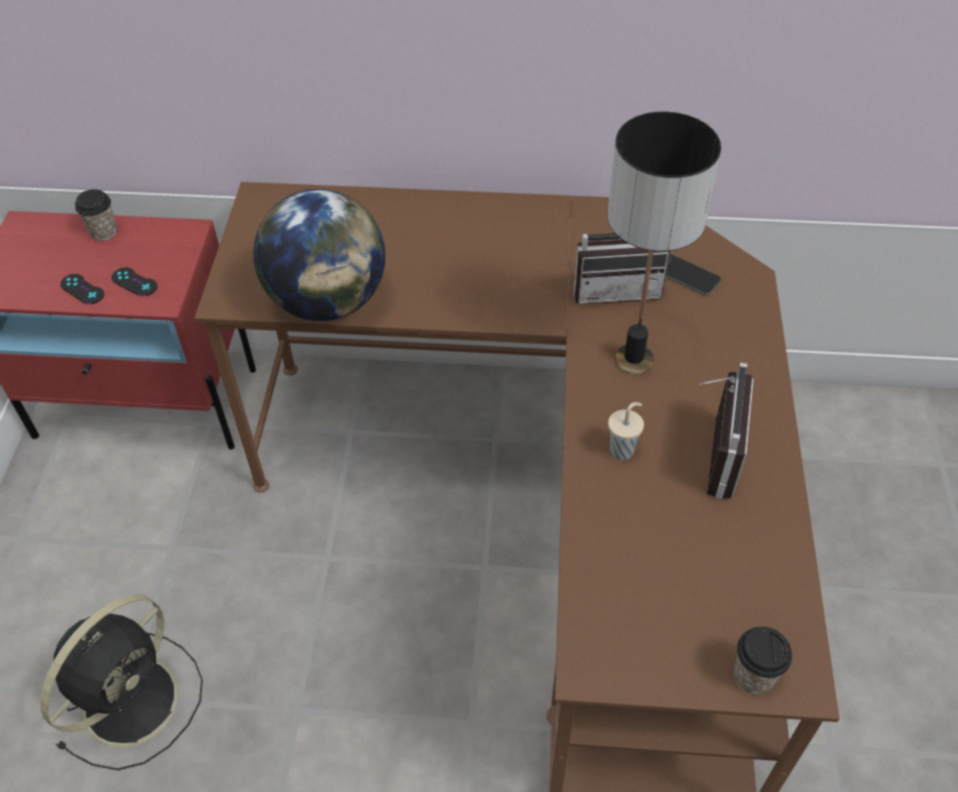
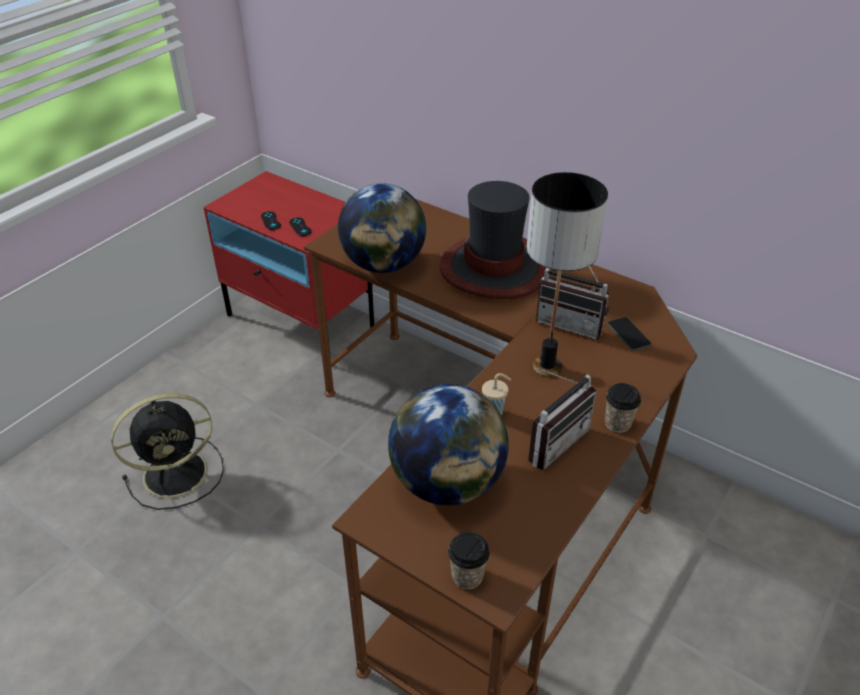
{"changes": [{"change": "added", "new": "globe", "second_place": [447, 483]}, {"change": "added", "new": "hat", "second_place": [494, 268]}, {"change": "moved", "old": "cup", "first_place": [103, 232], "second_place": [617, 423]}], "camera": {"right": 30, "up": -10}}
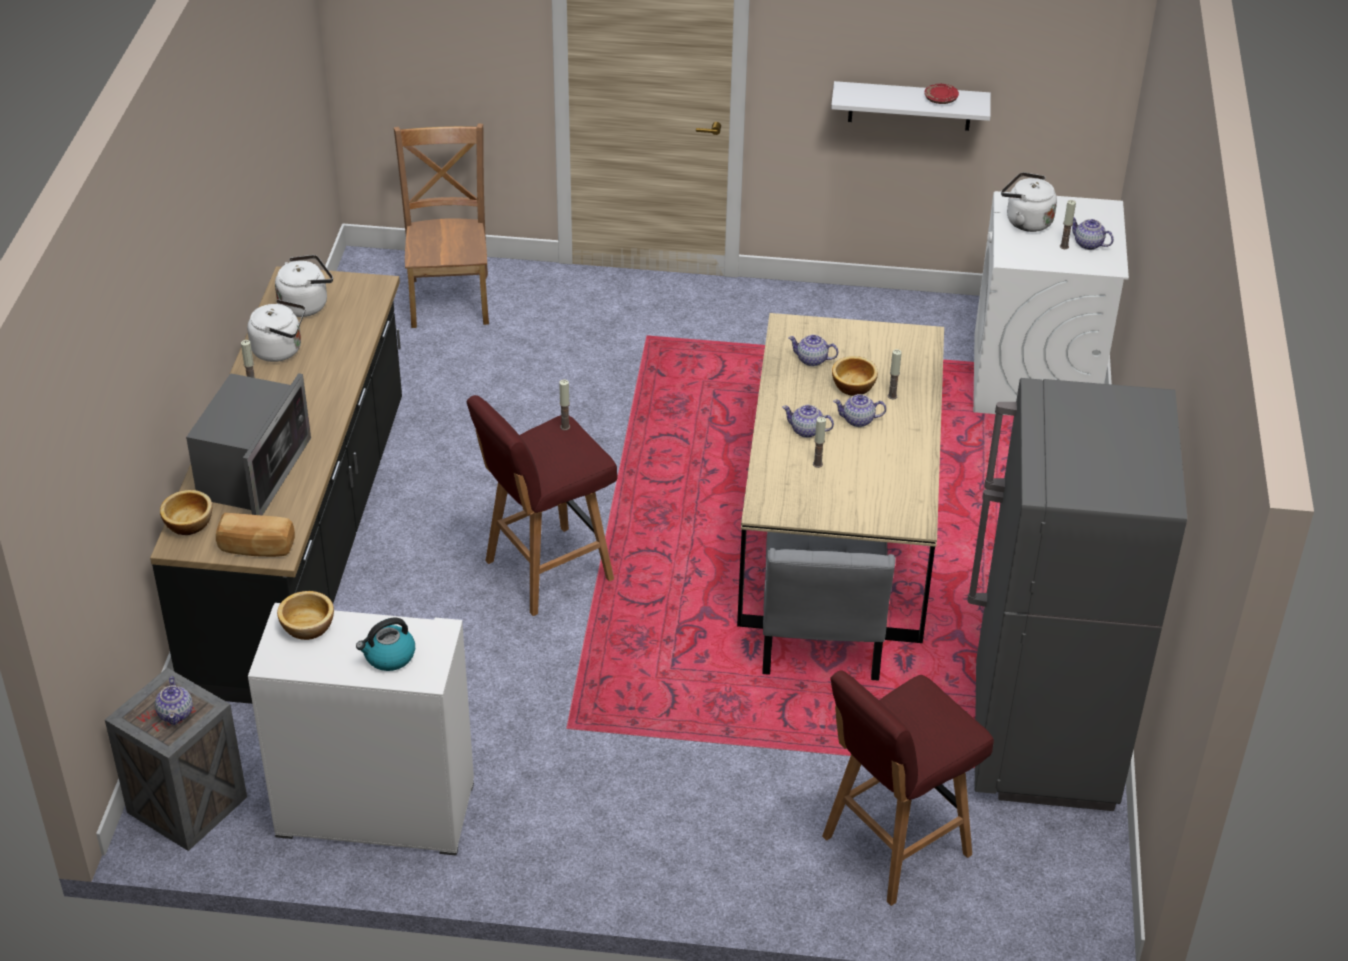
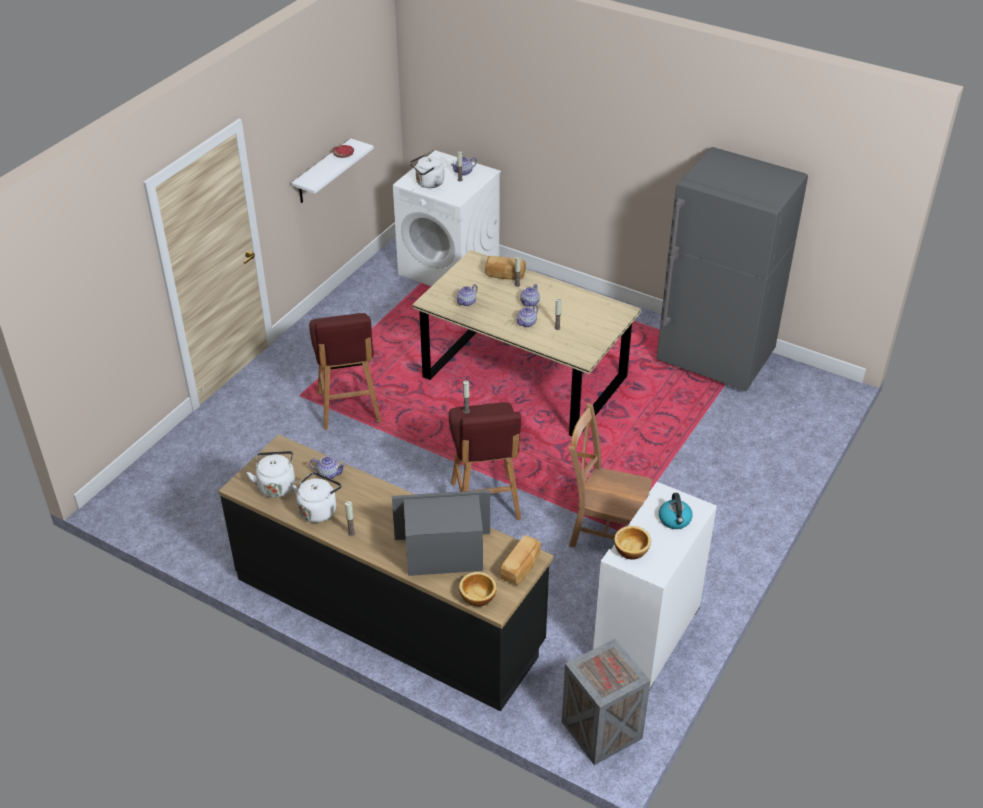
{"changes": [{"change": "removed", "old": "chair (grey)", "first_place": [820, 642]}, {"change": "removed", "old": "bowl", "first_place": [853, 385]}, {"change": "added", "new": "bread", "second_place": [505, 275]}, {"change": "moved", "old": "teapot", "first_place": [176, 713], "second_place": [328, 473]}, {"change": "moved", "old": "chair (brown)", "first_place": [450, 298], "second_place": [604, 531]}, {"change": "moved", "old": "stool (red)", "first_place": [893, 847], "second_place": [349, 408]}, {"change": "turned", "old": "microwave", "first_place": [253, 472], "second_place": [443, 553], "degrees": -45}], "camera": {"right": -65, "up": 0}}
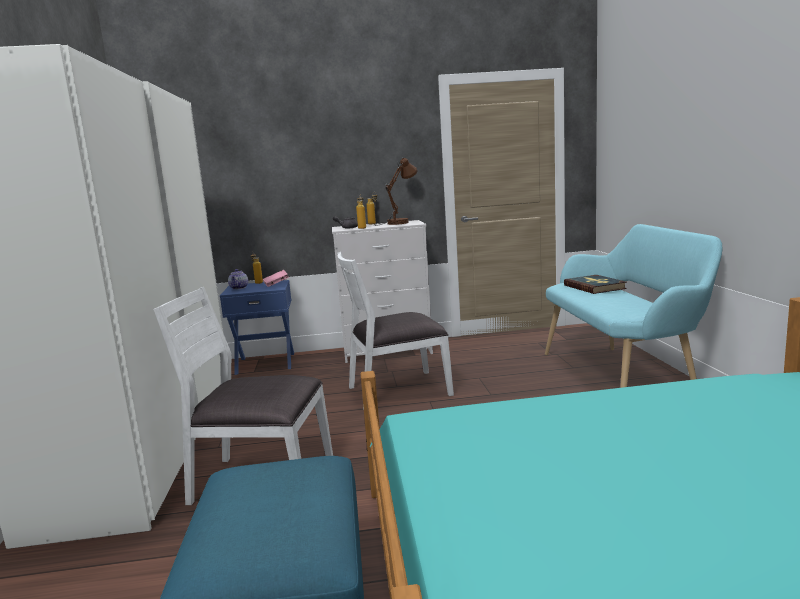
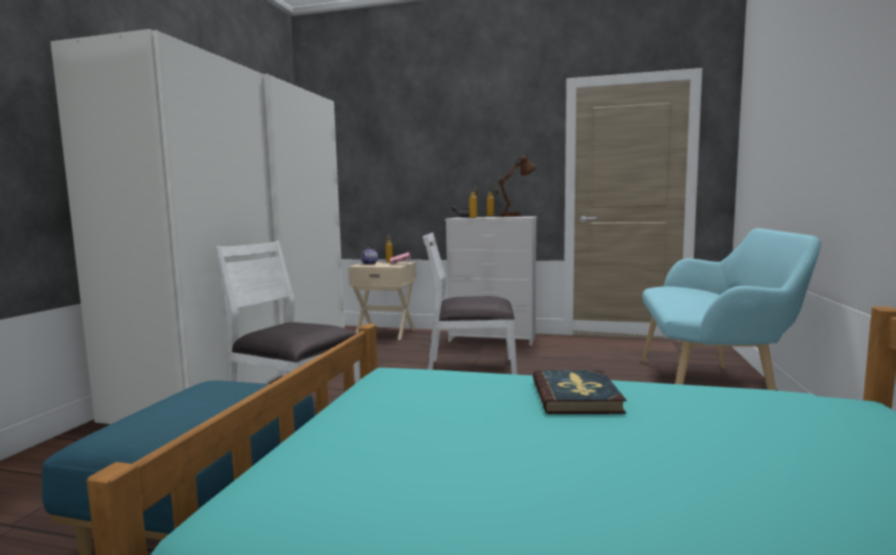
{"changes": [{"change": "moved", "old": "book", "first_place": [595, 287], "second_place": [576, 396]}, {"change": "recoloured", "old": "nightstand (blue)", "new": "nightstand (beige)", "first_place": [265, 363], "second_place": [385, 333]}], "camera": {"right": 20, "up": -5}}
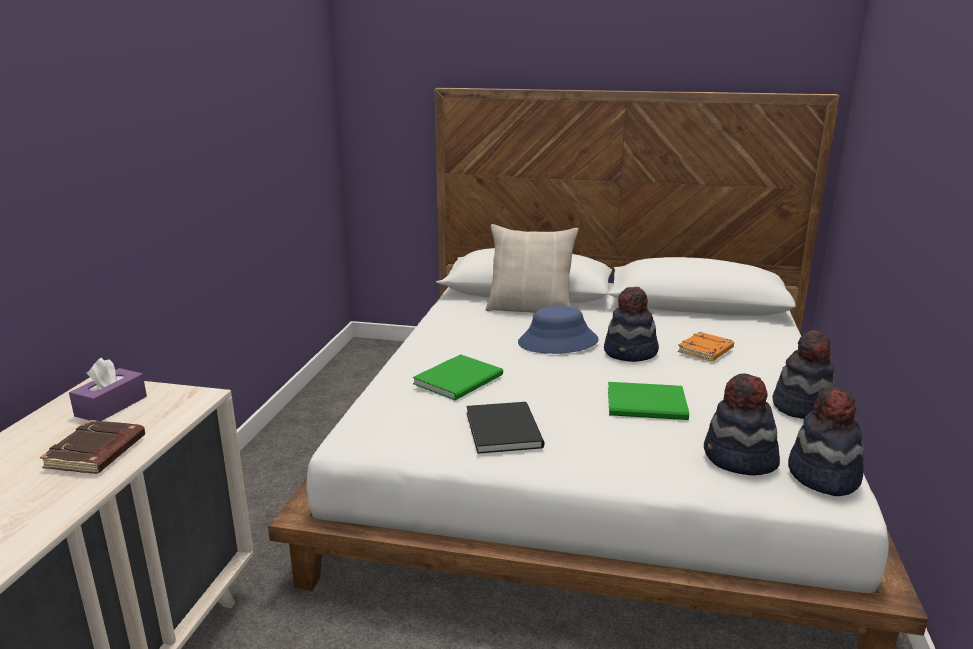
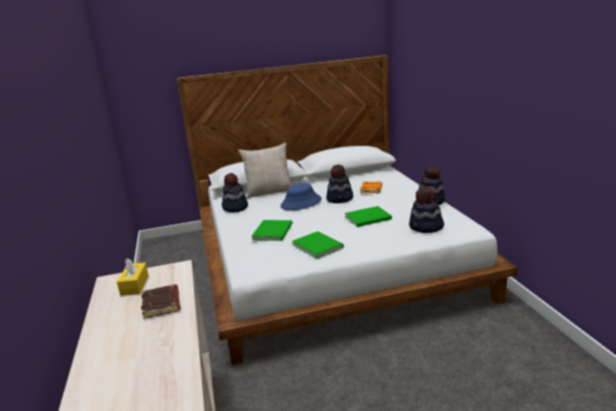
{"changes": [{"change": "moved", "old": "hat", "first_place": [822, 476], "second_place": [235, 207]}, {"change": "recoloured", "old": "tissue box (purple)", "new": "tissue box (yellow)", "first_place": [111, 406], "second_place": [134, 285]}, {"change": "recoloured", "old": "book (black)", "new": "book (green)", "first_place": [505, 428], "second_place": [317, 245]}], "camera": {"right": -25, "up": 0}}
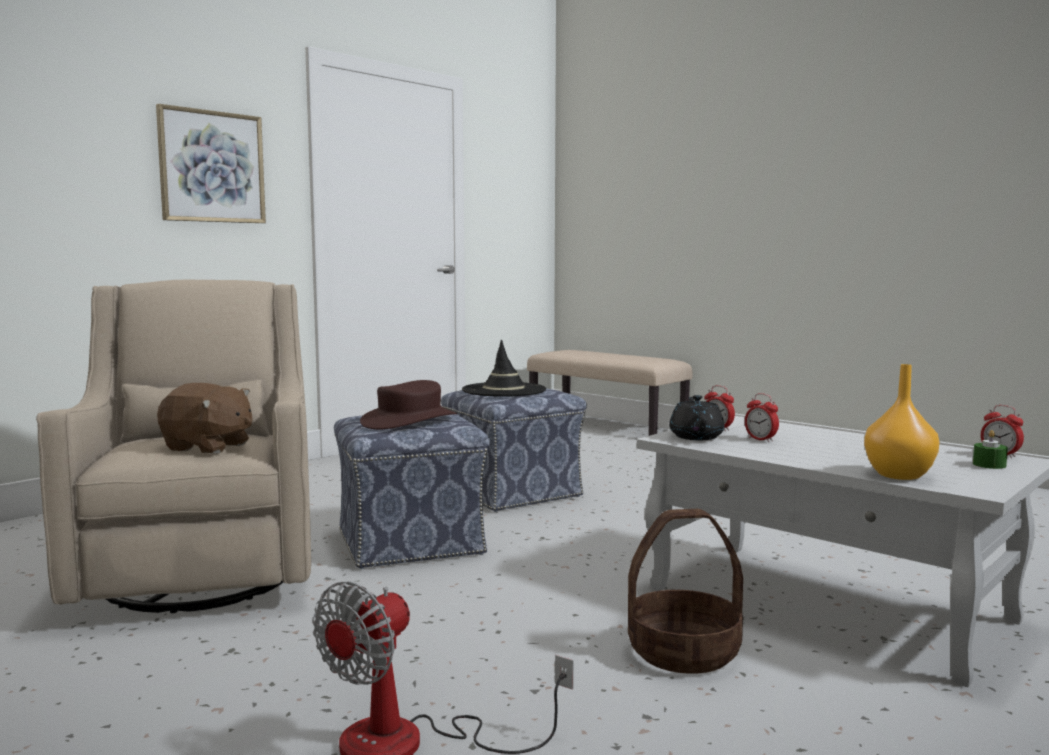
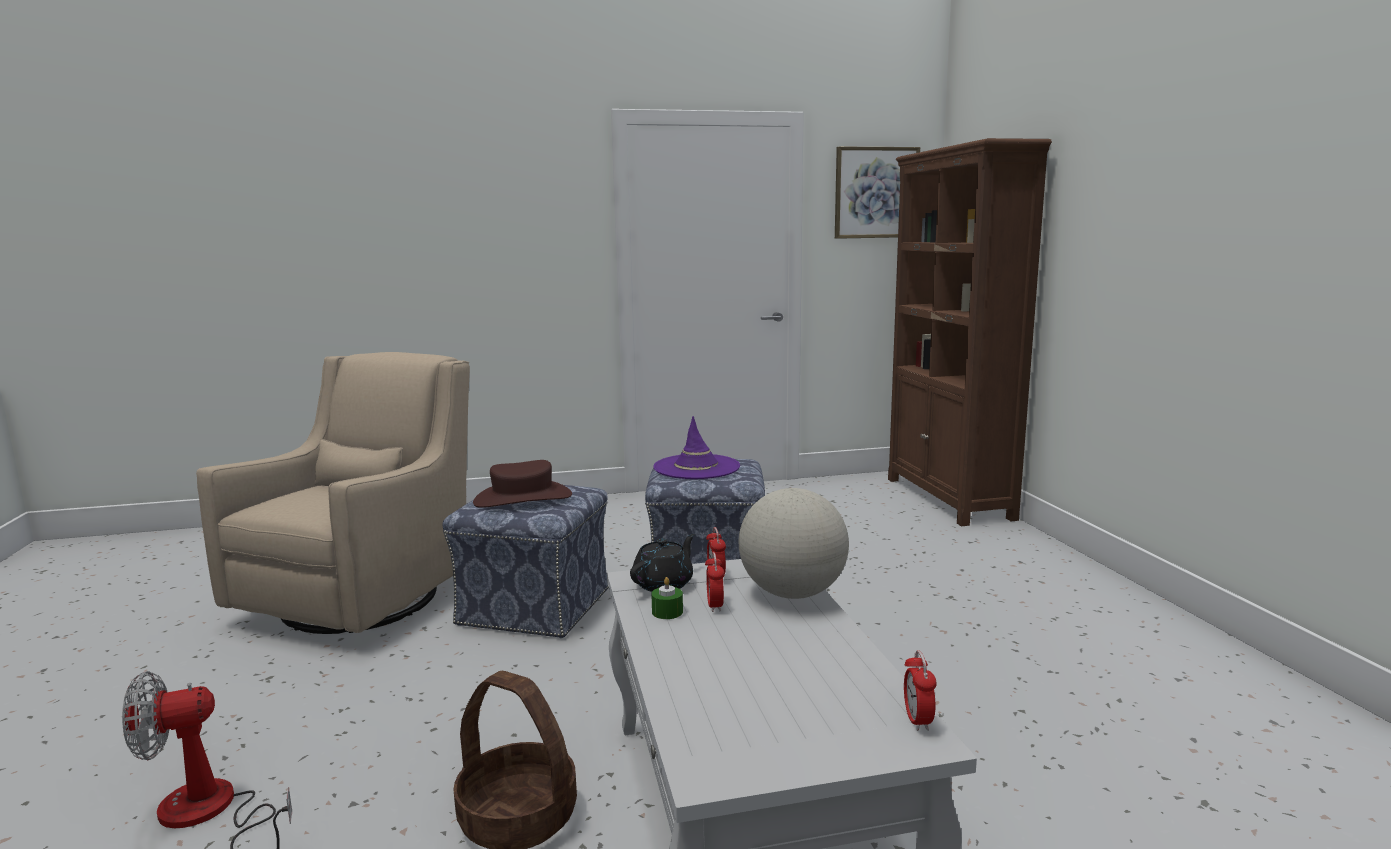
{"changes": [{"change": "removed", "old": "plush toy (brown)", "first_place": [208, 447]}, {"change": "removed", "old": "vase (orange)", "first_place": [897, 475]}, {"change": "added", "new": "globe", "second_place": [792, 593]}, {"change": "moved", "old": "picture", "first_place": [212, 167], "second_place": [876, 193]}, {"change": "moved", "old": "candle (green)", "first_place": [989, 465], "second_place": [667, 612]}, {"change": "replaced", "old": "bench (beige)", "new": "bookcase (brown)", "first_place": [607, 425], "second_place": [948, 498]}, {"change": "recoloured", "old": "hat (black)", "new": "hat (purple)", "first_place": [504, 390], "second_place": [696, 467]}], "camera": {"right": 35, "up": 5}}
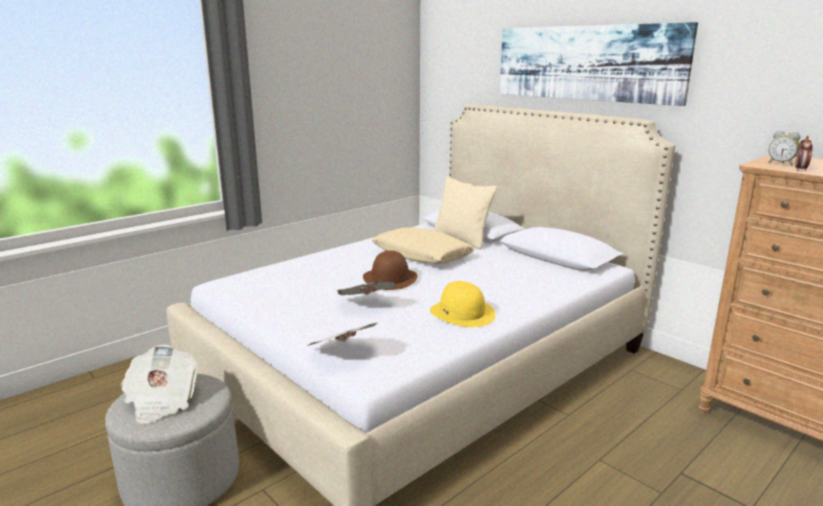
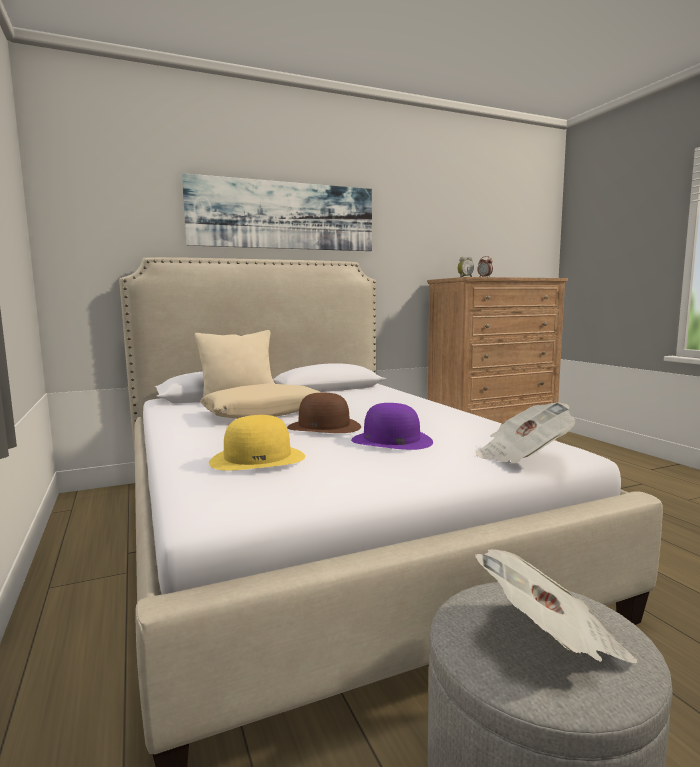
{"changes": [{"change": "moved", "old": "hat (yellow)", "first_place": [462, 313], "second_place": [258, 458]}, {"change": "replaced", "old": "newspaper", "new": "hat (purple)", "first_place": [366, 304], "second_place": [391, 440]}], "camera": {"right": -70, "up": -10}}
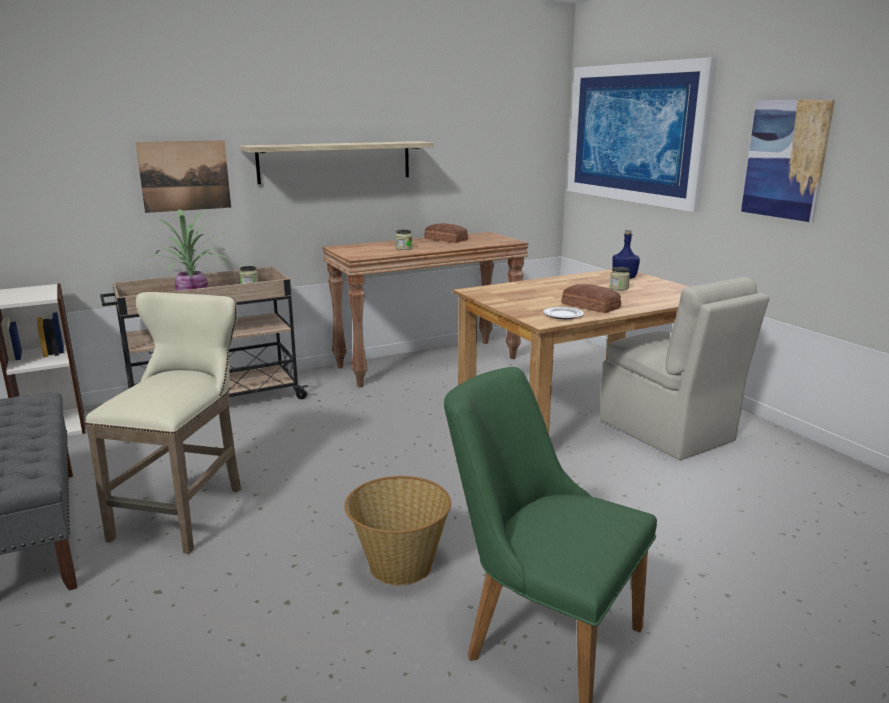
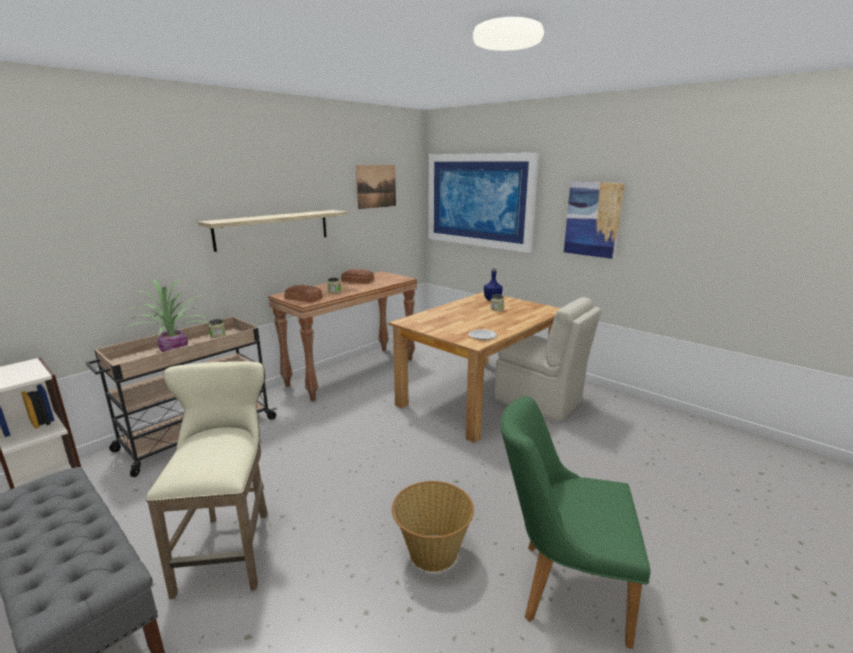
{"changes": [{"change": "moved", "old": "picture", "first_place": [185, 176], "second_place": [376, 186]}, {"change": "moved", "old": "bread", "first_place": [590, 305], "second_place": [303, 298]}], "camera": {"right": -20, "up": 0}}
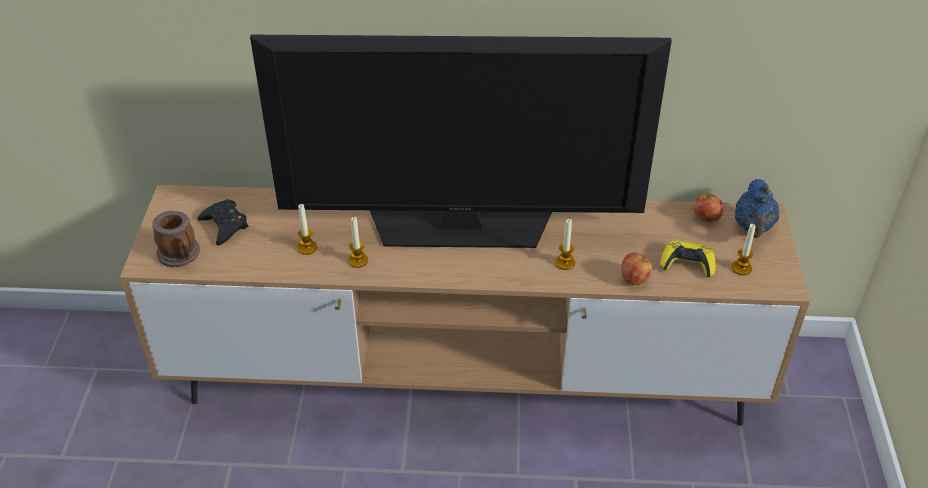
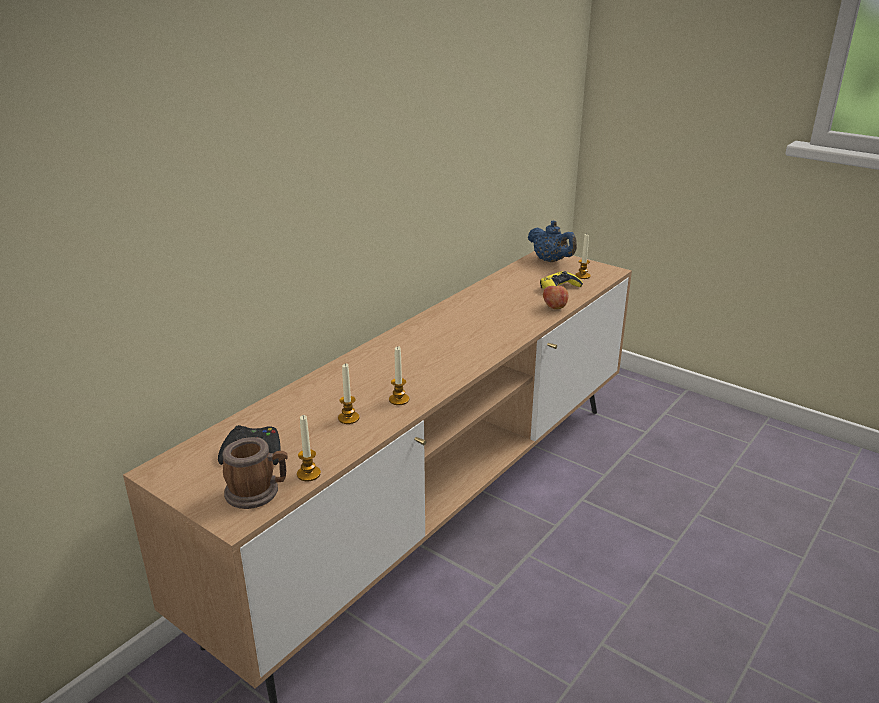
{"changes": [{"change": "removed", "old": "television", "first_place": [461, 225]}, {"change": "removed", "old": "apple", "first_place": [705, 218]}, {"change": "moved", "old": "candle", "first_place": [565, 263], "second_place": [308, 474]}], "camera": {"right": -55, "up": -15}}
